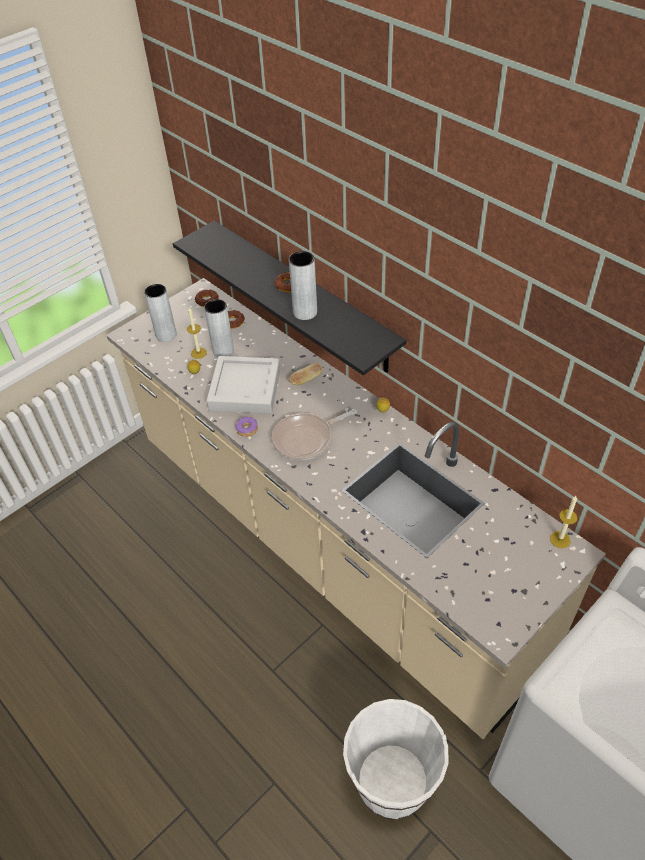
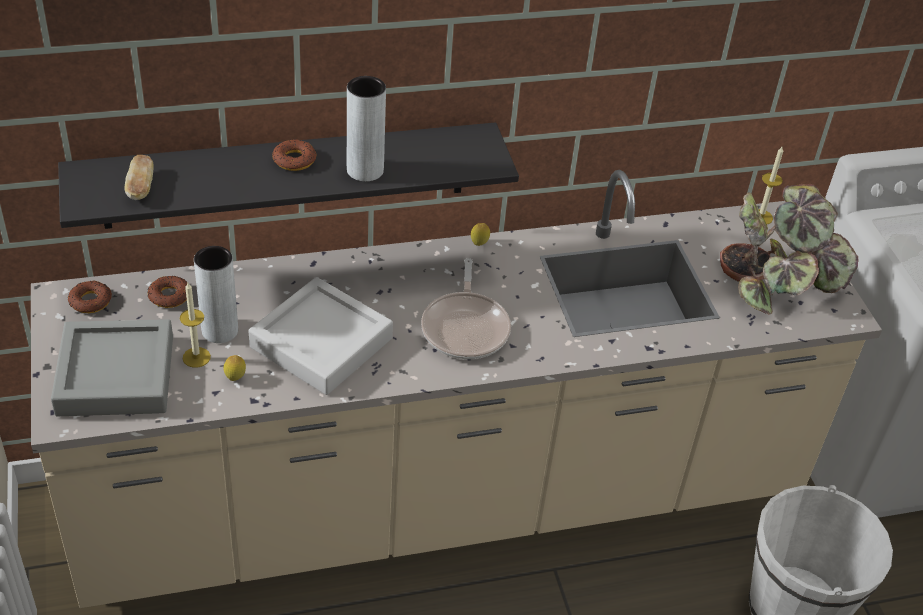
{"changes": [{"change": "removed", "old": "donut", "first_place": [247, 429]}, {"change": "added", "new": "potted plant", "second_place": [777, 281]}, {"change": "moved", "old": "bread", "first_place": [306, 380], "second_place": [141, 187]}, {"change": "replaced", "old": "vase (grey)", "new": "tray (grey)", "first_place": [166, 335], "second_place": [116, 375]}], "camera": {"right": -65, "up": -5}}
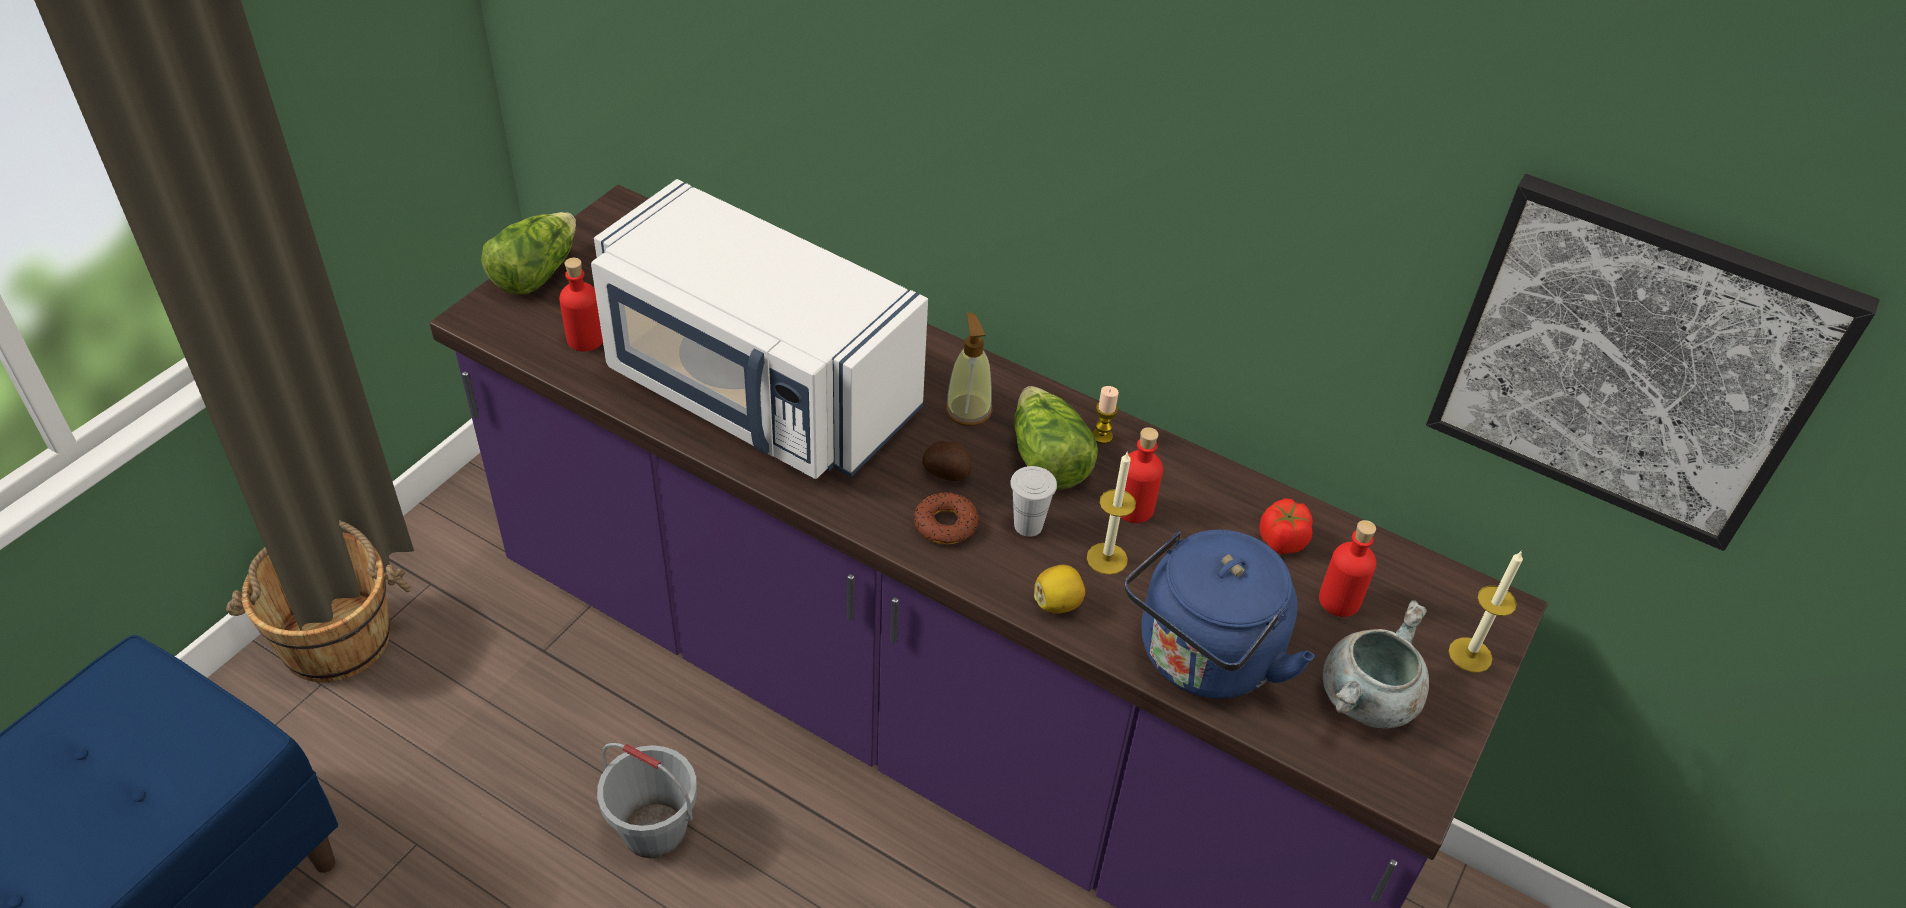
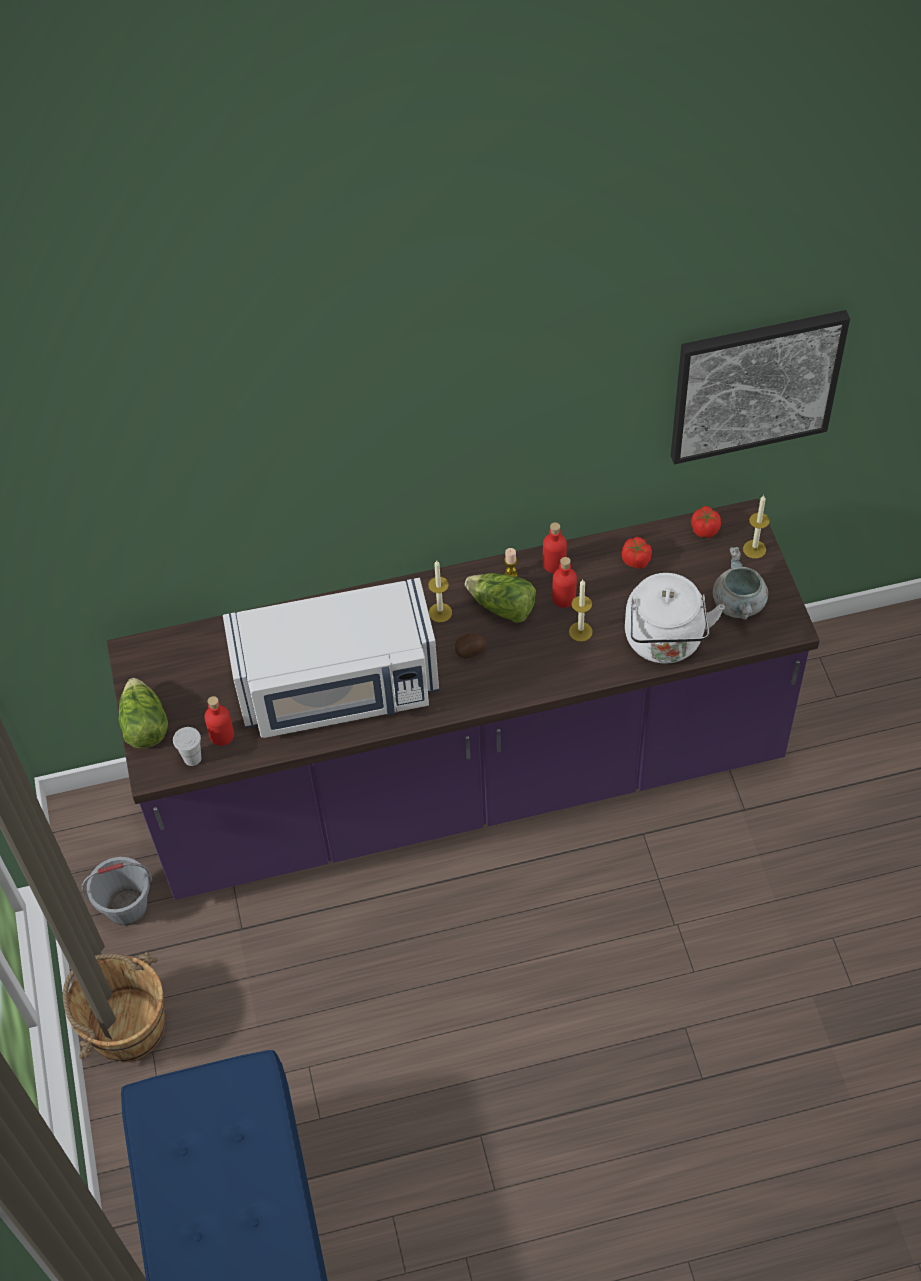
{"changes": [{"change": "removed", "old": "donut", "first_place": [945, 524]}, {"change": "removed", "old": "lemon", "first_place": [1058, 603]}, {"change": "added", "new": "tomato", "second_place": [705, 529]}, {"change": "moved", "old": "bucket (grey)", "first_place": [655, 829], "second_place": [127, 907]}, {"change": "moved", "old": "cup (white)", "first_place": [1028, 525], "second_place": [192, 758]}, {"change": "moved", "old": "bottle (red)", "first_place": [1339, 600], "second_place": [554, 564]}, {"change": "replaced", "old": "soap dispenser", "new": "candle", "first_place": [968, 410], "second_place": [440, 612]}, {"change": "recoloured", "old": "kettle (blue)", "new": "kettle (white)", "first_place": [1203, 659], "second_place": [665, 642]}], "camera": {"right": -40, "up": 10}}
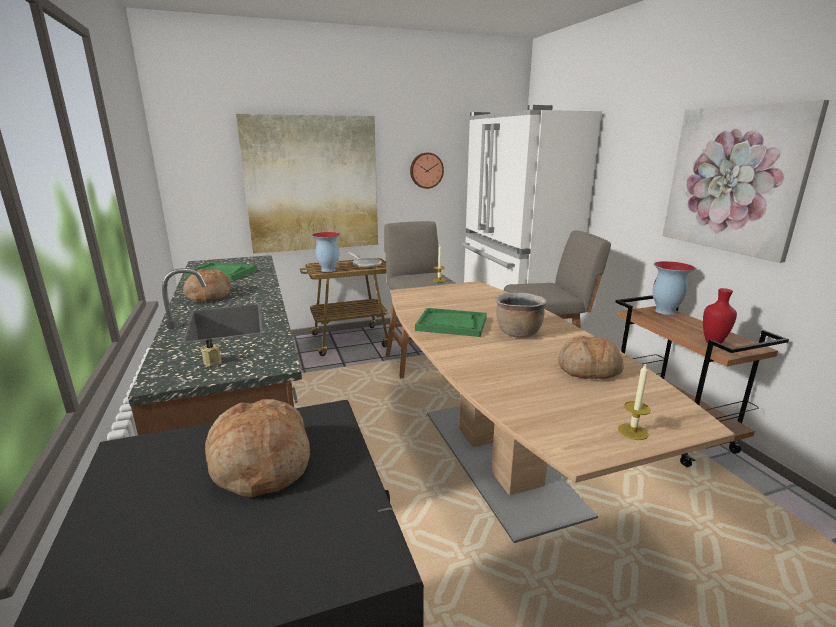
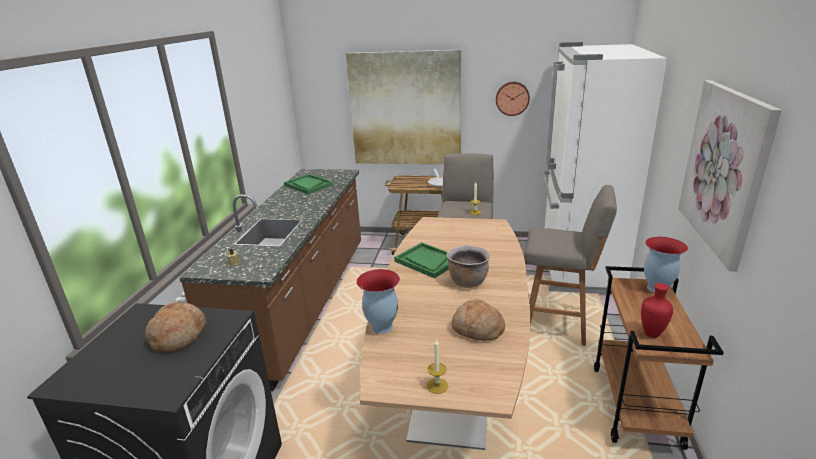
{"changes": [{"change": "removed", "old": "bread", "first_place": [208, 296]}, {"change": "moved", "old": "vase", "first_place": [328, 270], "second_place": [381, 327]}], "camera": {"right": 30, "up": 5}}
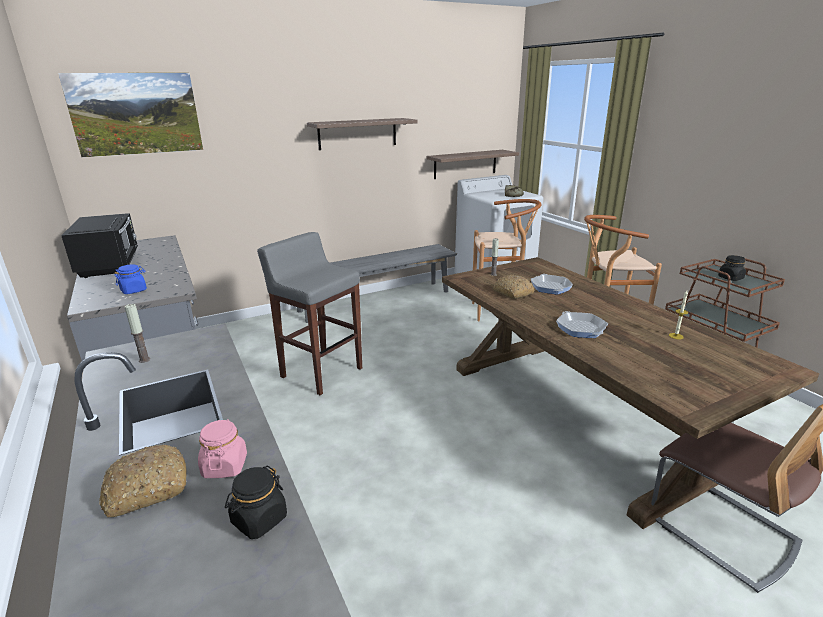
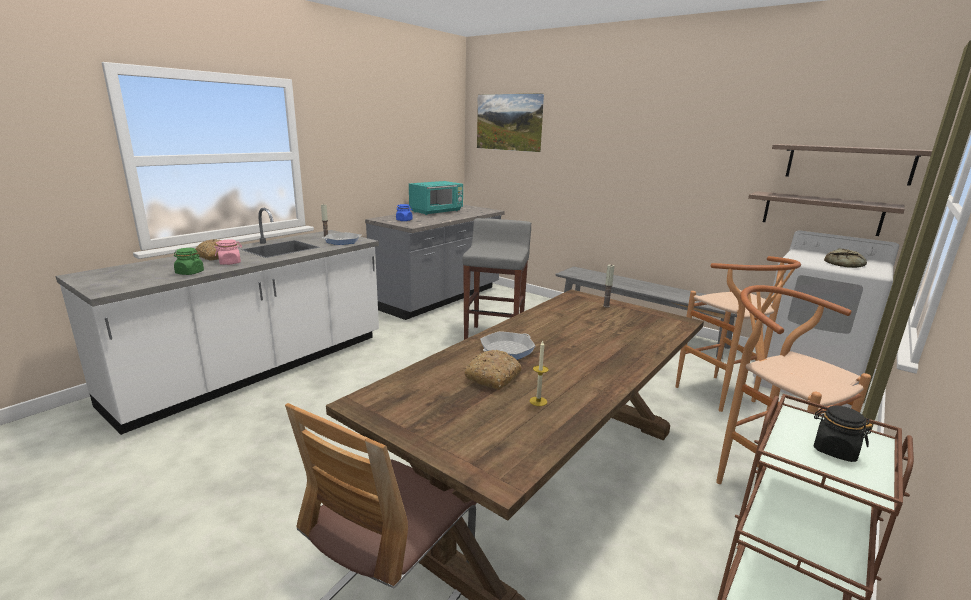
{"changes": [{"change": "moved", "old": "shelf", "first_place": [357, 133], "second_place": [848, 163]}, {"change": "moved", "old": "bread", "first_place": [512, 292], "second_place": [493, 377]}, {"change": "moved", "old": "frying pan", "first_place": [550, 287], "second_place": [342, 241]}, {"change": "recoloured", "old": "microwave (black)", "new": "microwave (turquoise)", "first_place": [111, 265], "second_place": [437, 211]}, {"change": "recoloured", "old": "jar (black)", "new": "jar (green)", "first_place": [259, 520], "second_place": [189, 273]}], "camera": {"right": 65, "up": -5}}
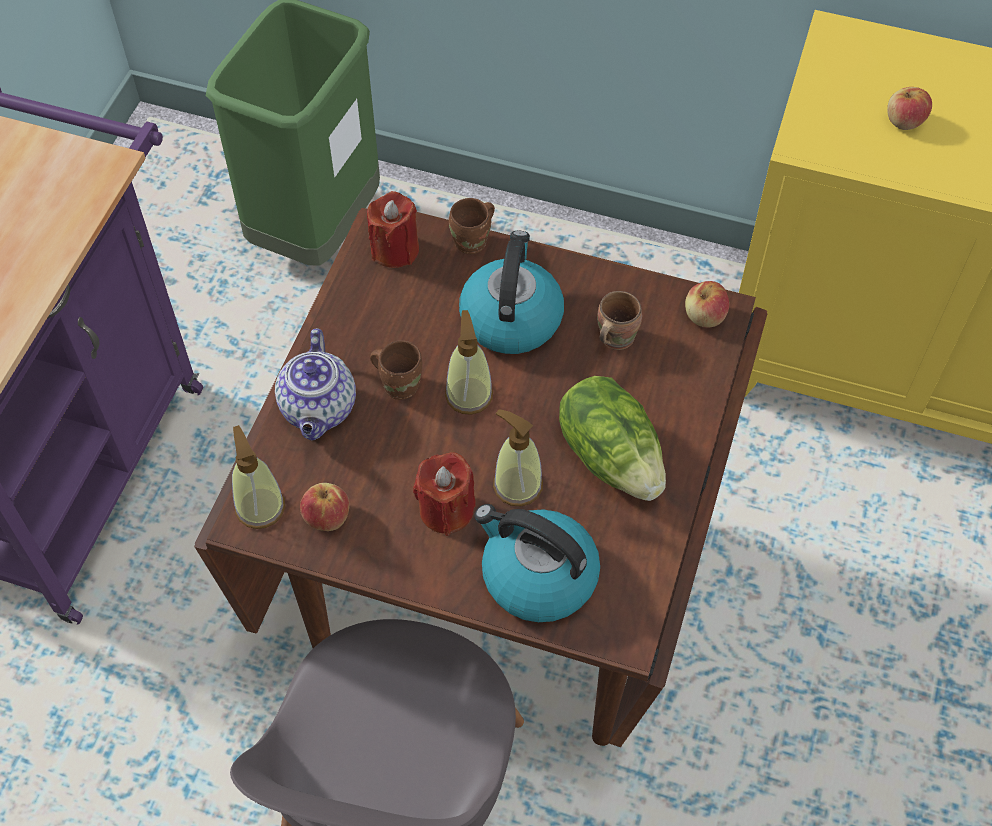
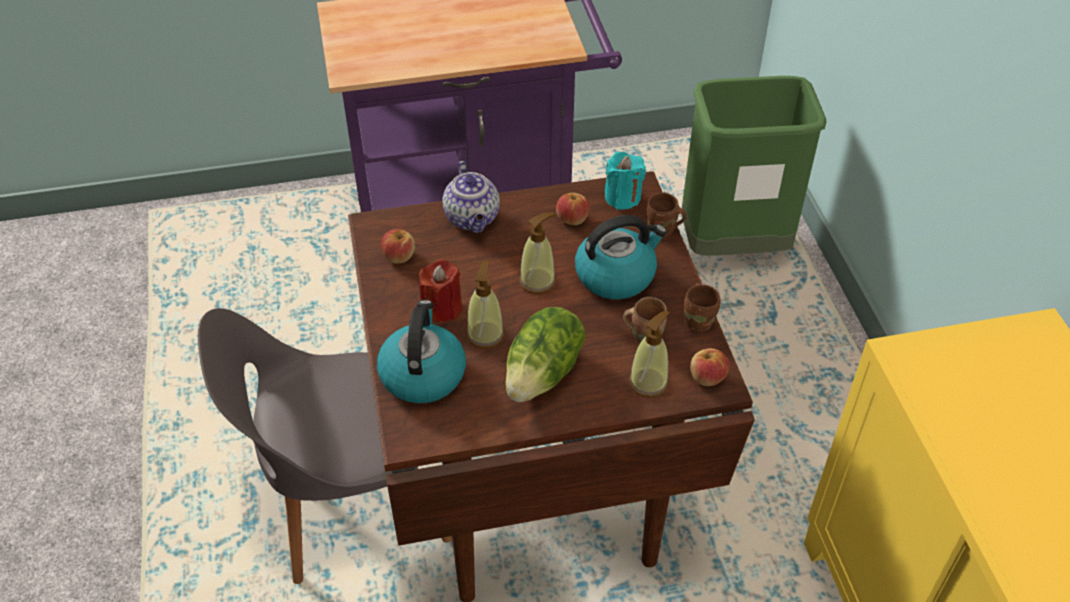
{"changes": [{"change": "moved", "old": "soap dispenser", "first_place": [260, 507], "second_place": [648, 382]}, {"change": "moved", "old": "mug (brown)", "first_place": [400, 383], "second_place": [699, 320]}, {"change": "moved", "old": "apple", "first_place": [904, 121], "second_place": [572, 219]}, {"change": "recoloured", "old": "candle (red)", "new": "candle (turquoise)", "first_place": [395, 249], "second_place": [622, 197]}, {"change": "turned", "old": "teapot", "first_place": [319, 410], "second_place": [473, 219], "degrees": -75}], "camera": {"right": 60, "up": -10}}
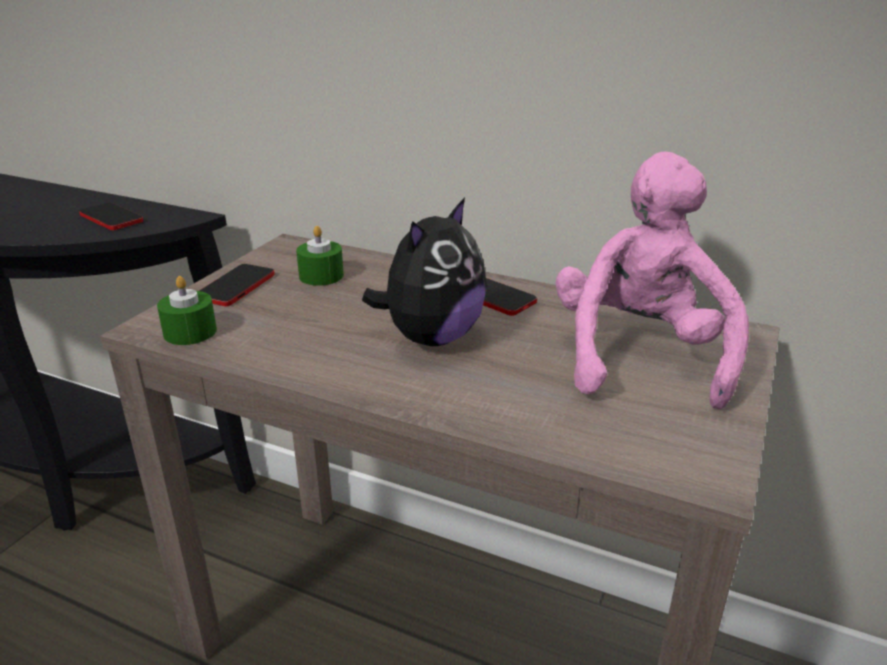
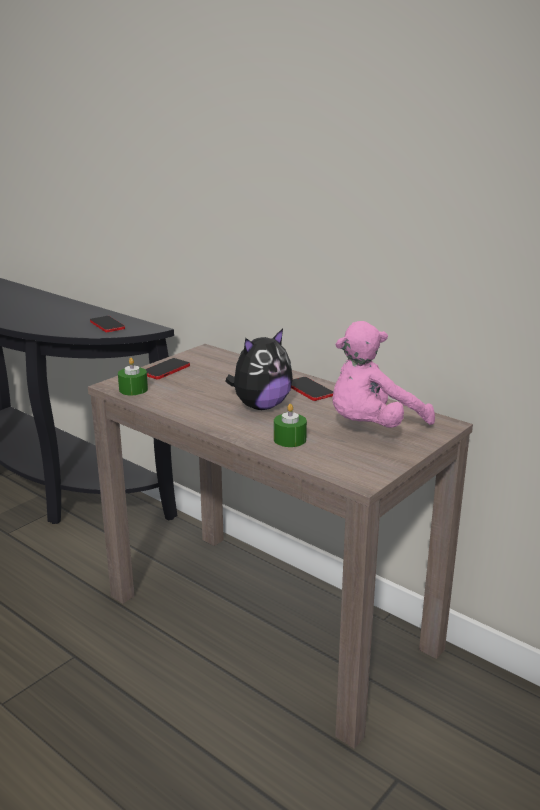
{"changes": [{"change": "moved", "old": "candle (green)", "first_place": [321, 276], "second_place": [289, 439]}, {"change": "turned", "old": "plush toy (pink)", "first_place": [639, 356], "second_place": [372, 427], "degrees": -150}], "camera": {"right": 15, "up": -5}}
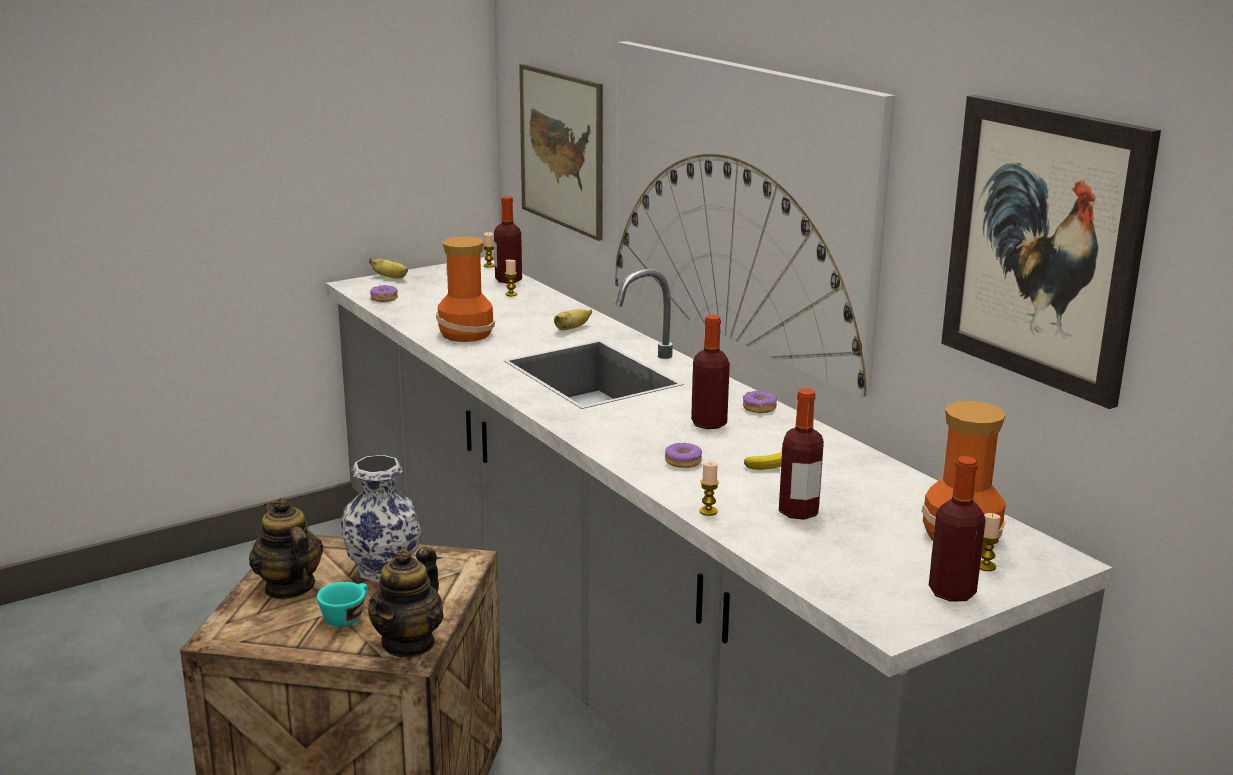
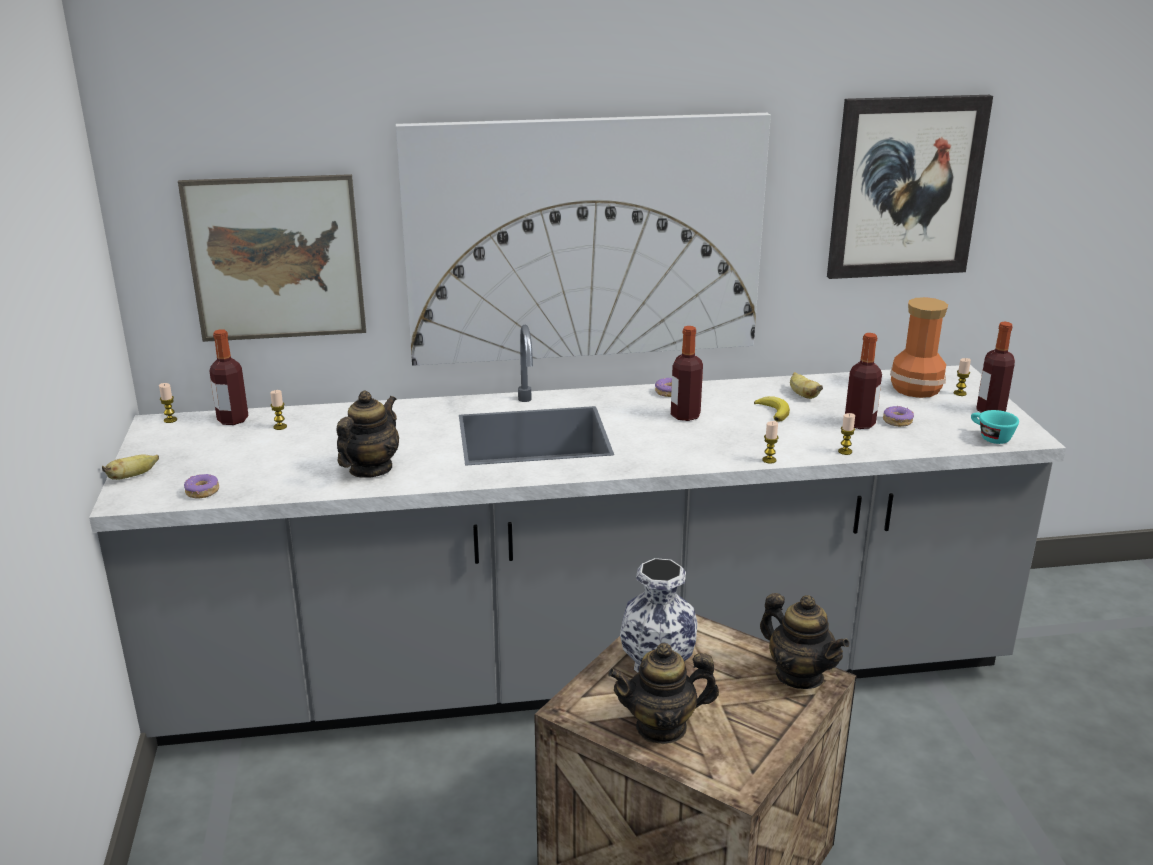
{"changes": [{"change": "added", "new": "candle", "second_place": [769, 460]}, {"change": "moved", "old": "cup (turquoise)", "first_place": [346, 616], "second_place": [990, 437]}, {"change": "moved", "old": "banana", "first_place": [571, 329], "second_place": [802, 395]}, {"change": "moved", "old": "donut", "first_place": [683, 462], "second_place": [897, 421]}, {"change": "replaced", "old": "vase", "new": "teapot", "first_place": [464, 334], "second_place": [370, 469]}], "camera": {"right": -65, "up": 5}}
